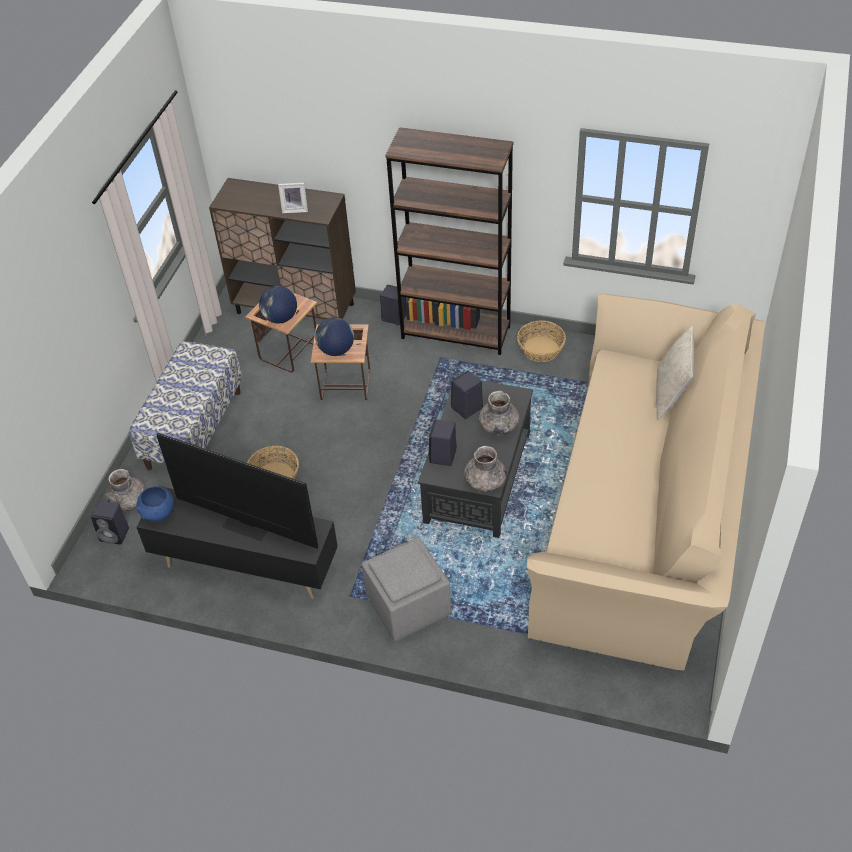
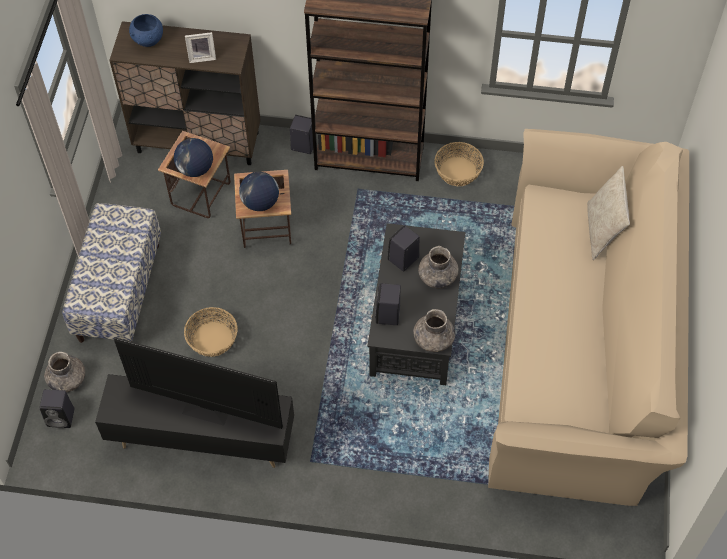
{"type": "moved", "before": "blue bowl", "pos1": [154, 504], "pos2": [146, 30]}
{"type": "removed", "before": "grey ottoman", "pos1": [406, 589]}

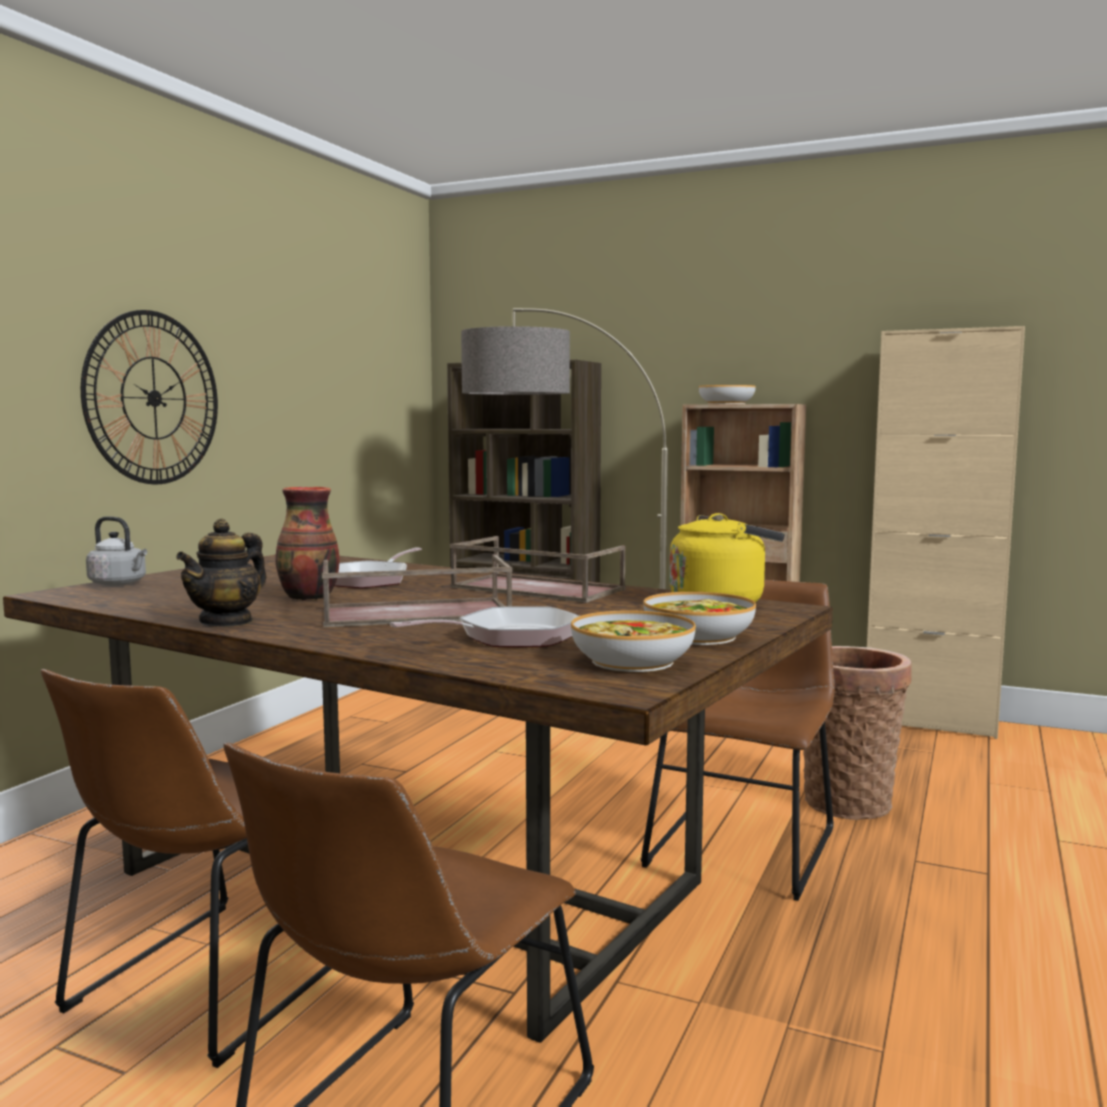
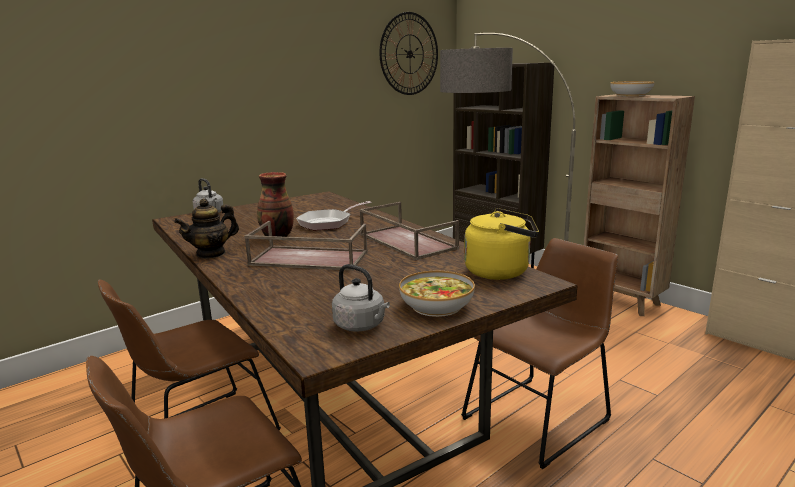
{"type": "moved", "before": "wall clock", "pos1": [149, 397], "pos2": [409, 53]}
{"type": "removed", "before": "frying pan", "pos1": [484, 626]}
{"type": "replaced", "before": "bowl", "after": "grey kettle", "pos1": [633, 641], "pos2": [361, 298]}
{"type": "removed", "before": "basket", "pos1": [857, 733]}

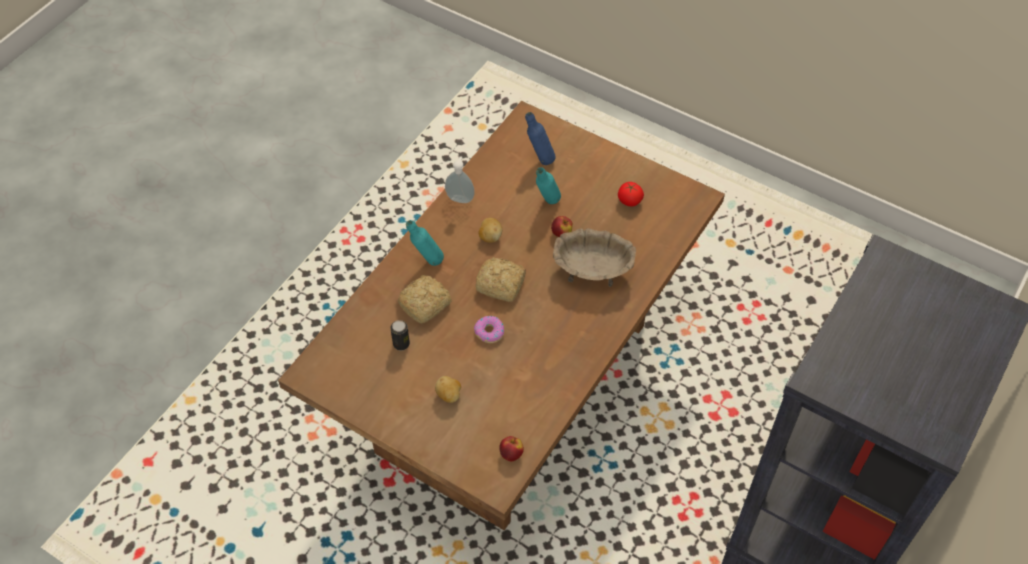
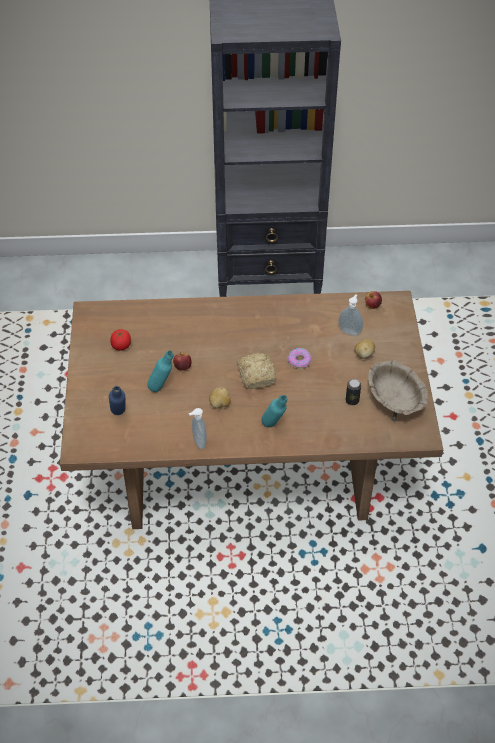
{"type": "removed", "before": "bread", "pos1": [424, 299]}
{"type": "moved", "before": "beige bowl", "pos1": [594, 257], "pos2": [398, 391]}
{"type": "added", "after": "soap dispenser", "pos2": [350, 315]}

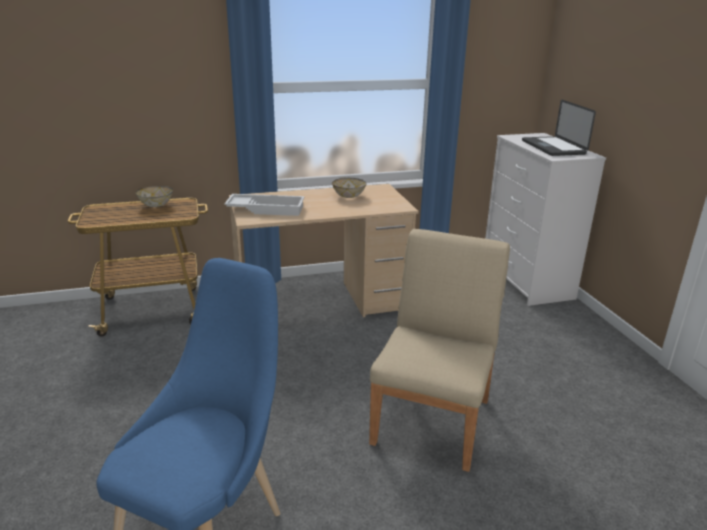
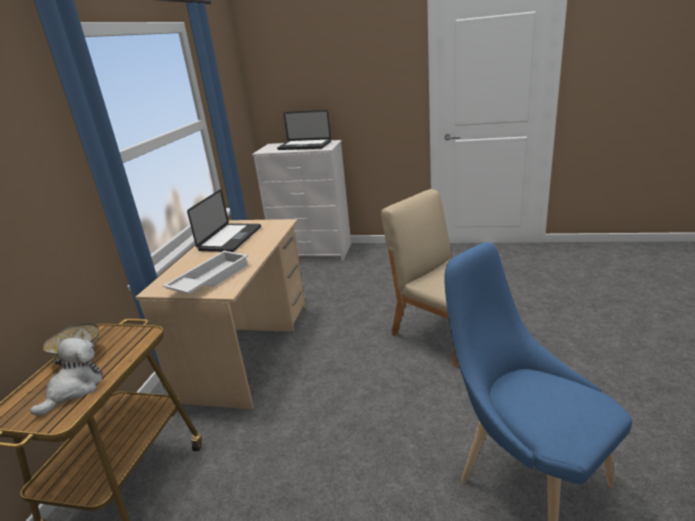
{"type": "replaced", "before": "bowl", "after": "laptop", "pos1": [349, 188], "pos2": [224, 220]}
{"type": "added", "after": "plush toy", "pos2": [66, 377]}

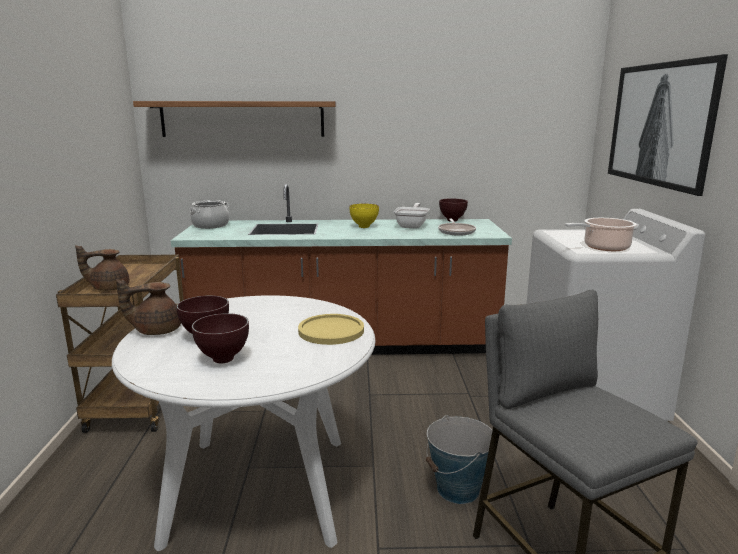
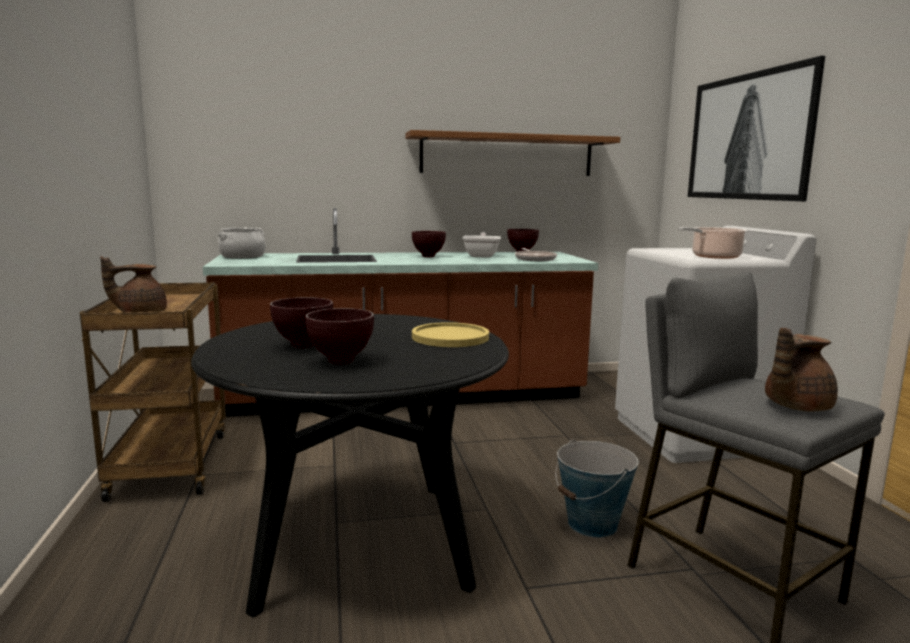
{"type": "recoloured", "before": "white dining table", "after": "black dining table", "pos1": [244, 423], "pos2": [350, 465]}
{"type": "moved", "before": "brown teapot", "pos1": [148, 307], "pos2": [801, 370]}
{"type": "moved", "before": "shelf", "pos1": [234, 119], "pos2": [512, 153]}
{"type": "recoloured", "before": "yellow bowl", "after": "brown bowl", "pos1": [364, 216], "pos2": [429, 244]}

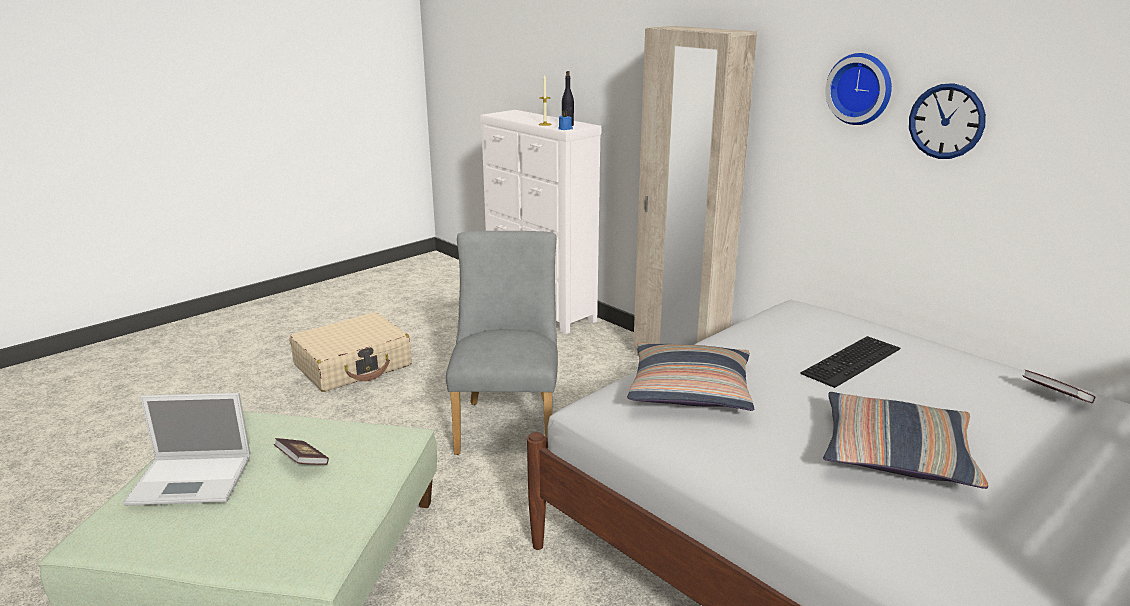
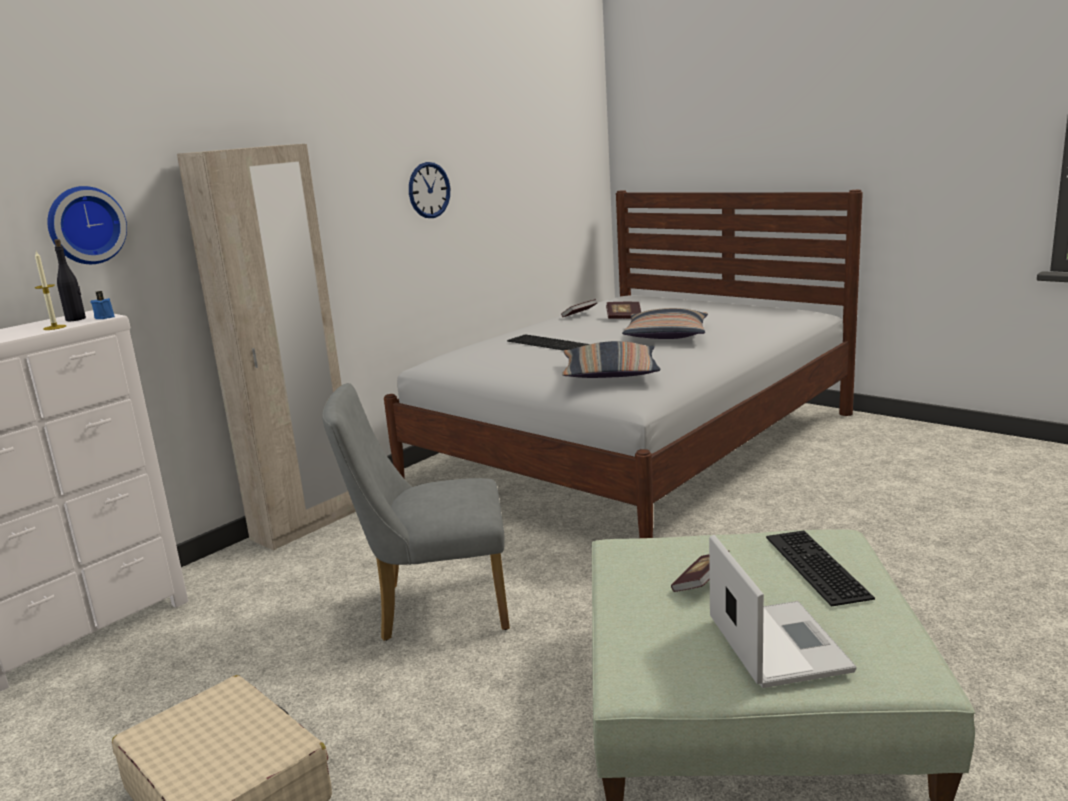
{"type": "moved", "before": "wall clock", "pos1": [858, 89], "pos2": [87, 225]}
{"type": "added", "after": "book", "pos2": [623, 310]}
{"type": "added", "after": "keyboard", "pos2": [820, 568]}

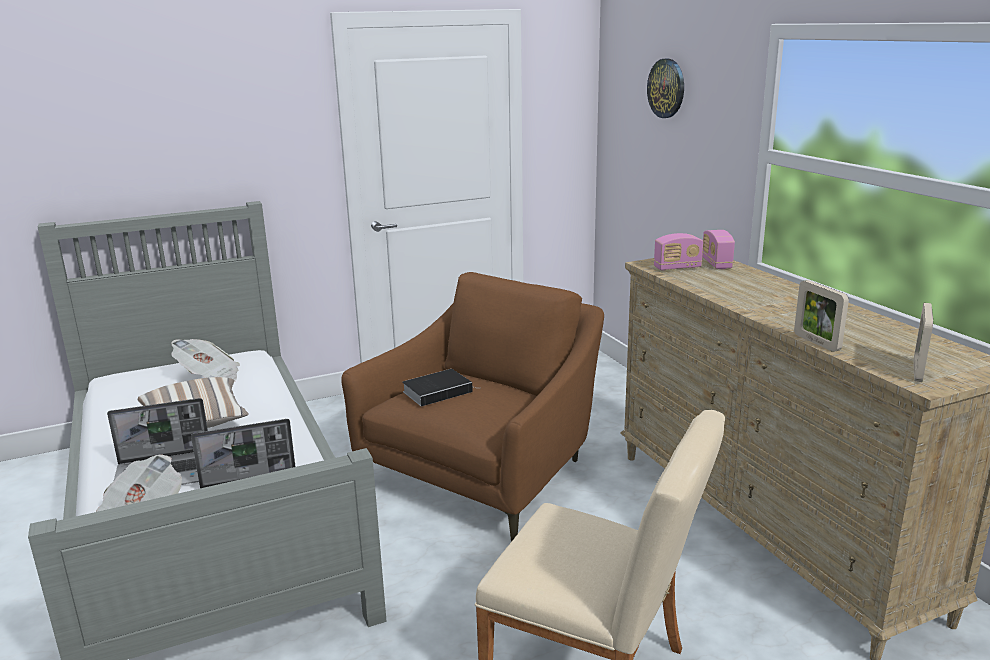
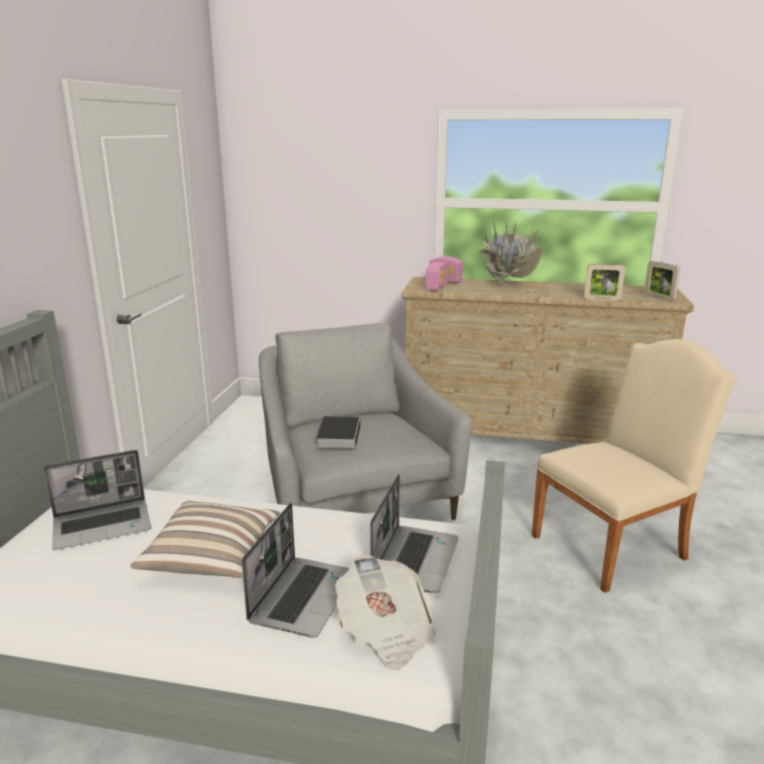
{"type": "replaced", "before": "newspaper", "after": "laptop", "pos1": [205, 360], "pos2": [97, 500]}
{"type": "recoloured", "before": "brown armchair", "after": "grey armchair", "pos1": [472, 407], "pos2": [365, 421]}
{"type": "removed", "before": "wall clock", "pos1": [665, 88]}
{"type": "added", "after": "potted plant", "pos2": [507, 252]}

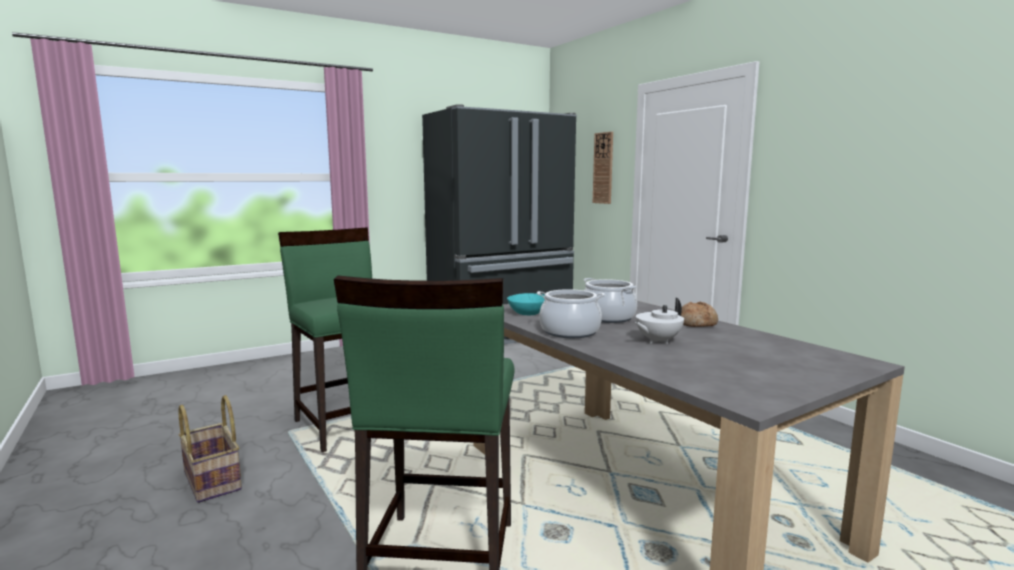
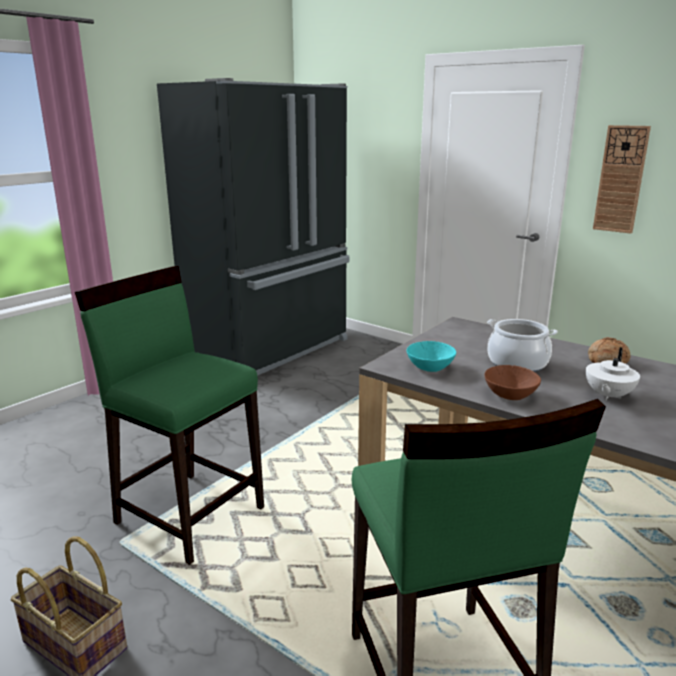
{"type": "replaced", "before": "cooking pot", "after": "brown bowl", "pos1": [571, 313], "pos2": [513, 382]}
{"type": "moved", "before": "wall clock", "pos1": [603, 168], "pos2": [622, 179]}

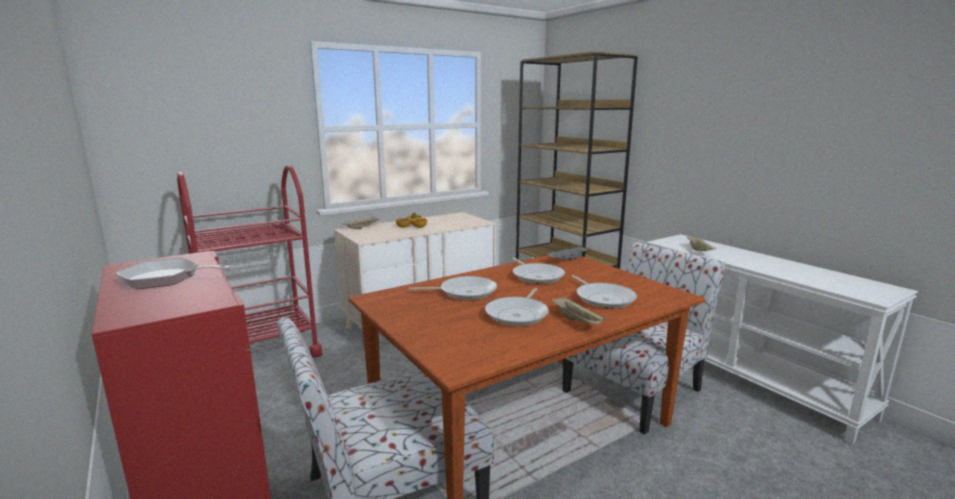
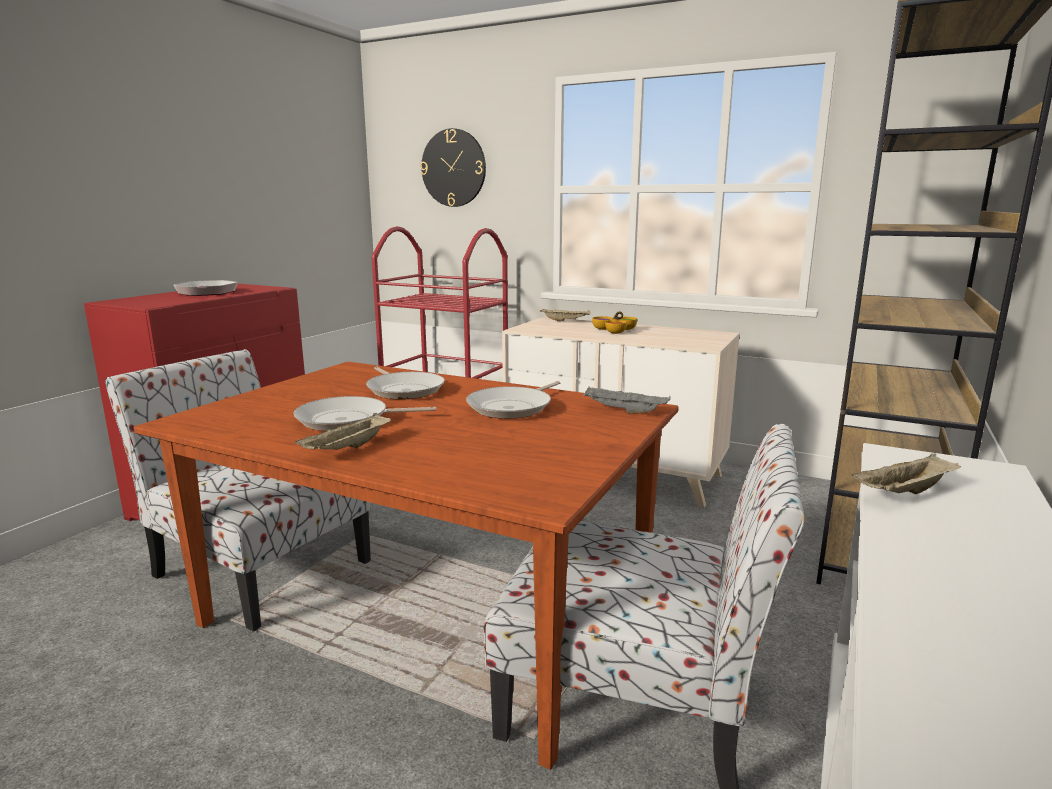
{"type": "removed", "before": "frying pan", "pos1": [604, 292]}
{"type": "added", "after": "wall clock", "pos2": [453, 167]}

